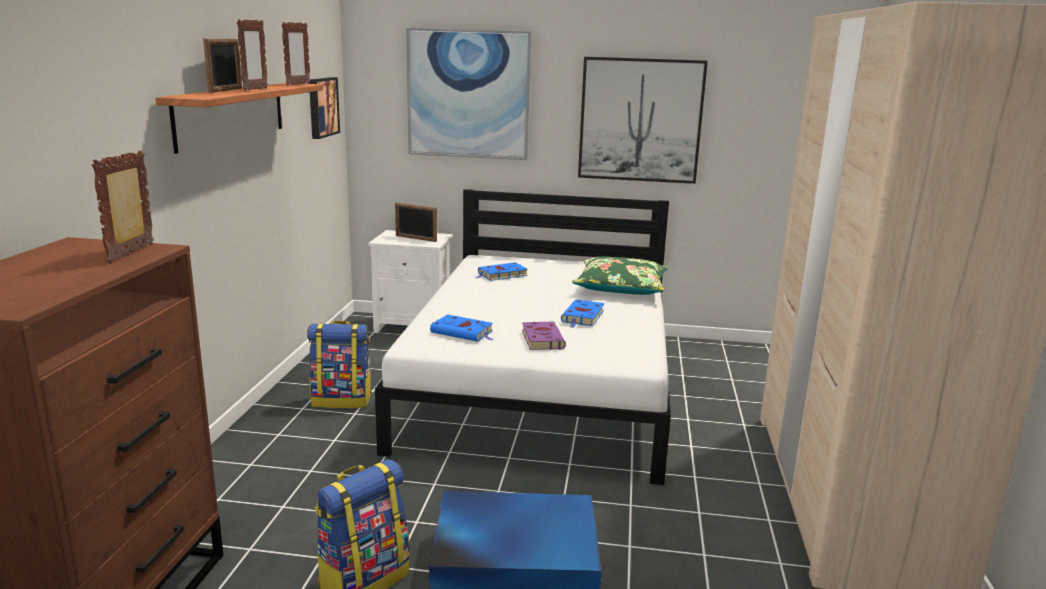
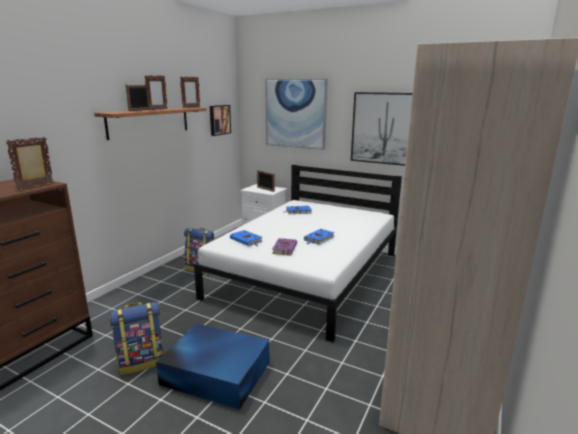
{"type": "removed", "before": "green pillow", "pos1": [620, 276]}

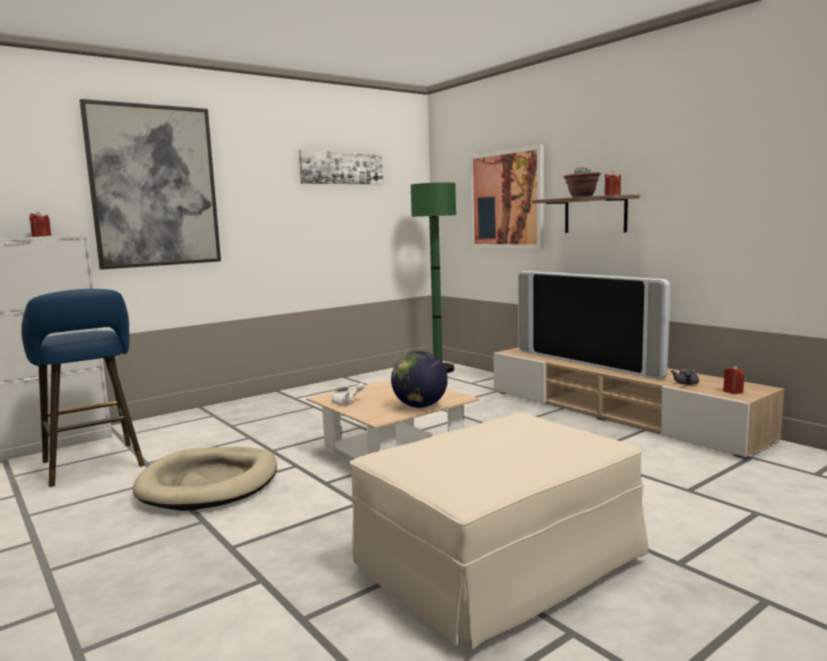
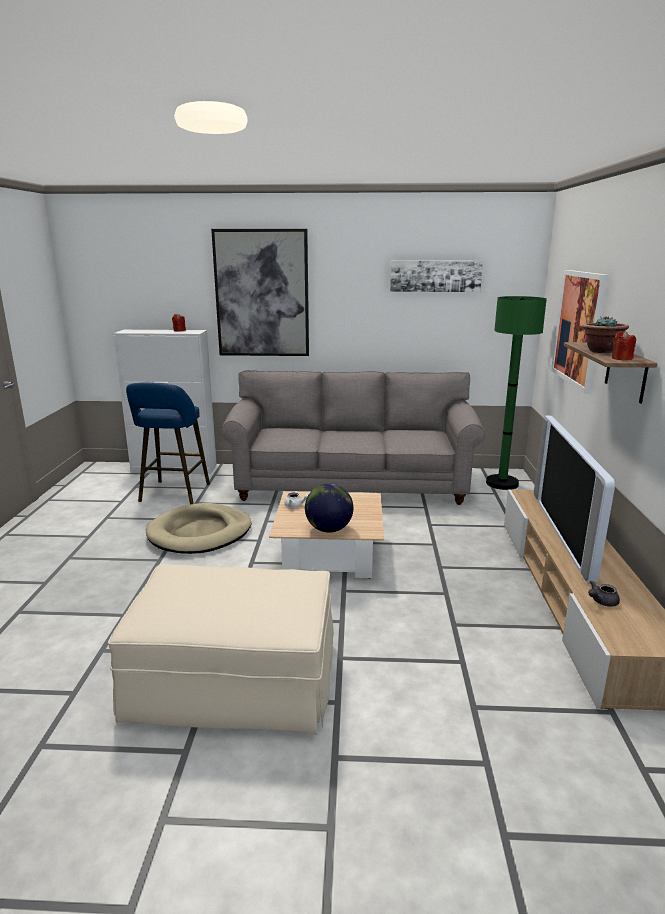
{"type": "removed", "before": "red candle", "pos1": [734, 379]}
{"type": "added", "after": "grey sofa", "pos2": [353, 437]}

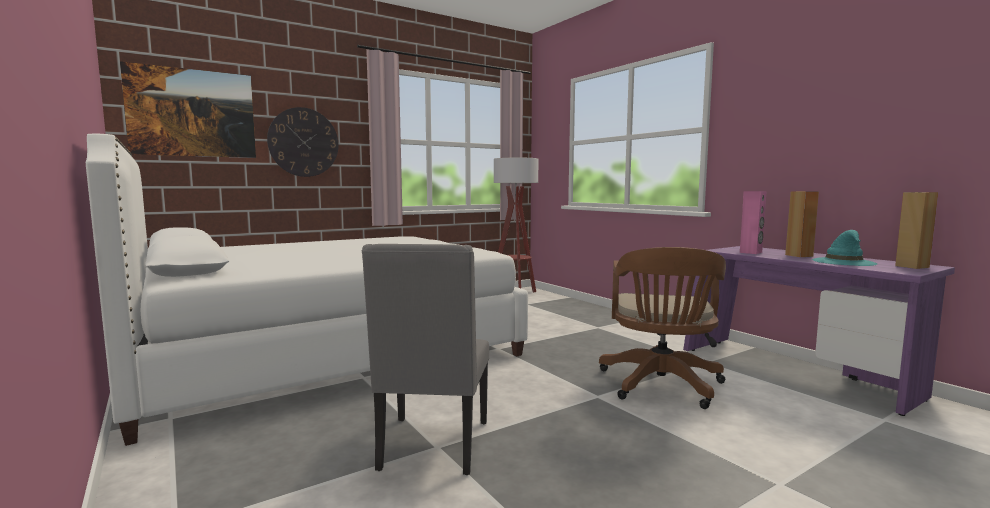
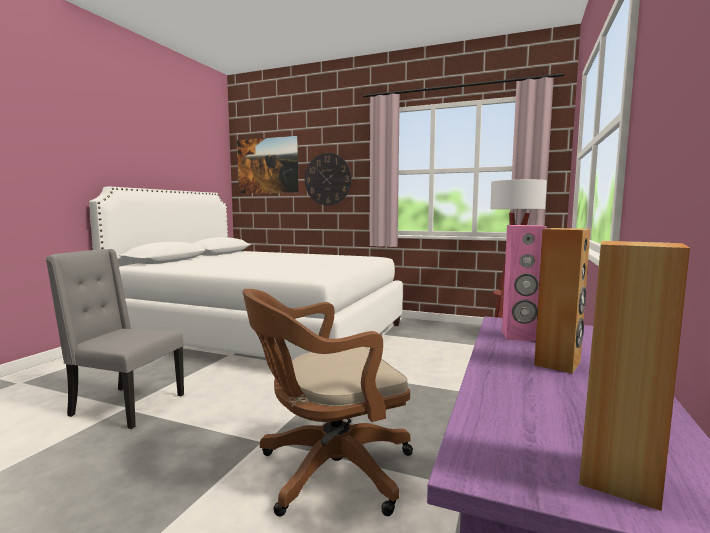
{"type": "turned", "before": "grey chair", "pos1": [425, 359], "pos2": [115, 339], "turn": 45}
{"type": "removed", "before": "turquoise hat", "pos1": [844, 248]}

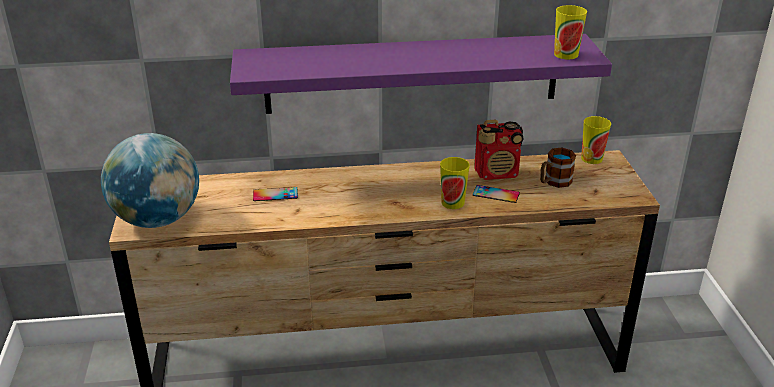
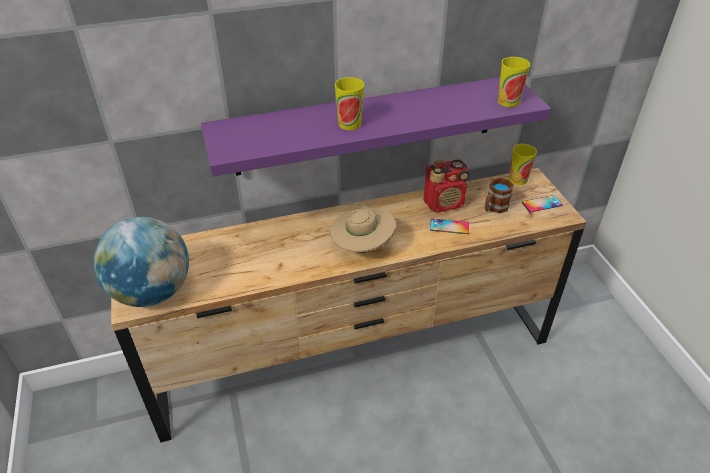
{"type": "moved", "before": "phone", "pos1": [275, 194], "pos2": [542, 203]}
{"type": "moved", "before": "cup", "pos1": [455, 183], "pos2": [349, 103]}
{"type": "added", "after": "beige hat", "pos2": [363, 227]}

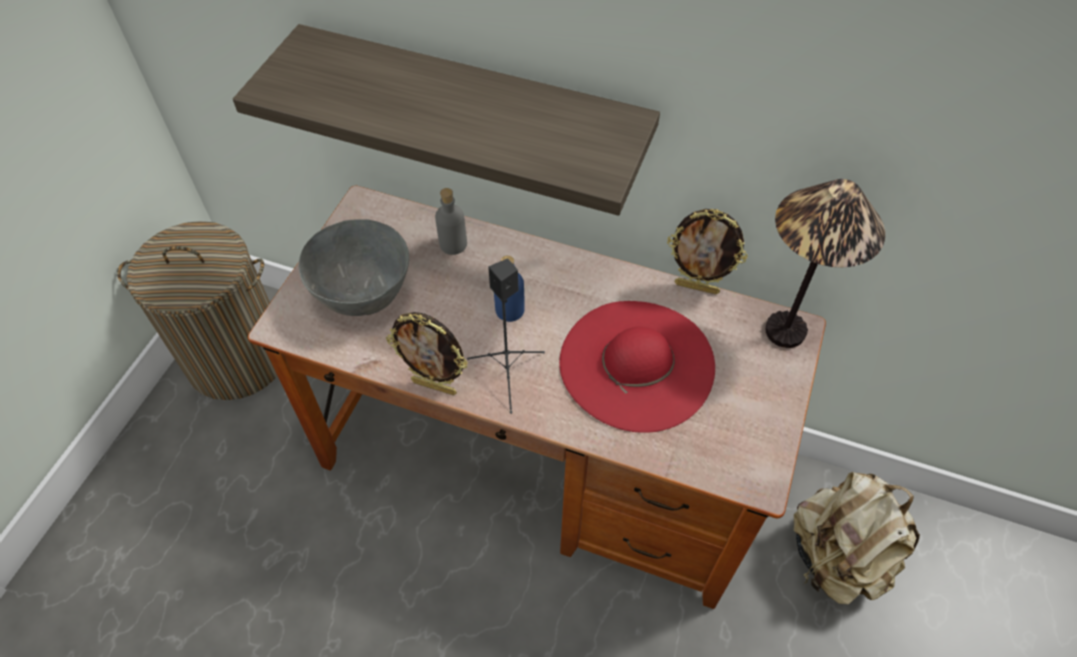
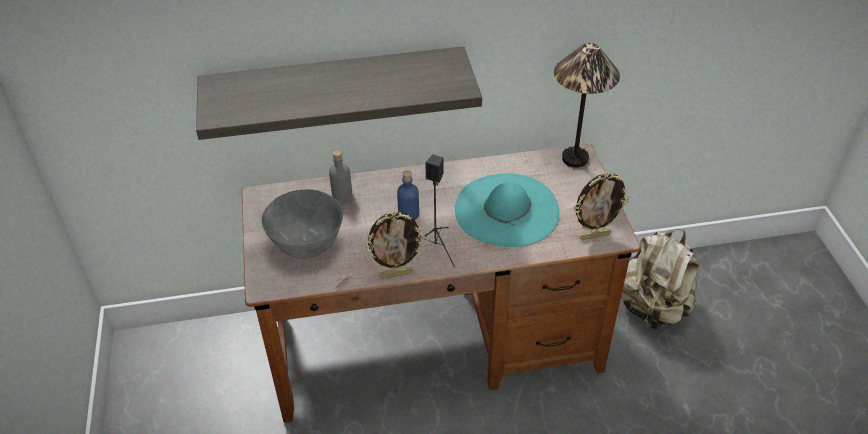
{"type": "removed", "before": "laundry basket", "pos1": [197, 310]}
{"type": "recoloured", "before": "red hat", "after": "turquoise hat", "pos1": [637, 367], "pos2": [507, 210]}
{"type": "moved", "before": "picture frame", "pos1": [707, 251], "pos2": [601, 206]}

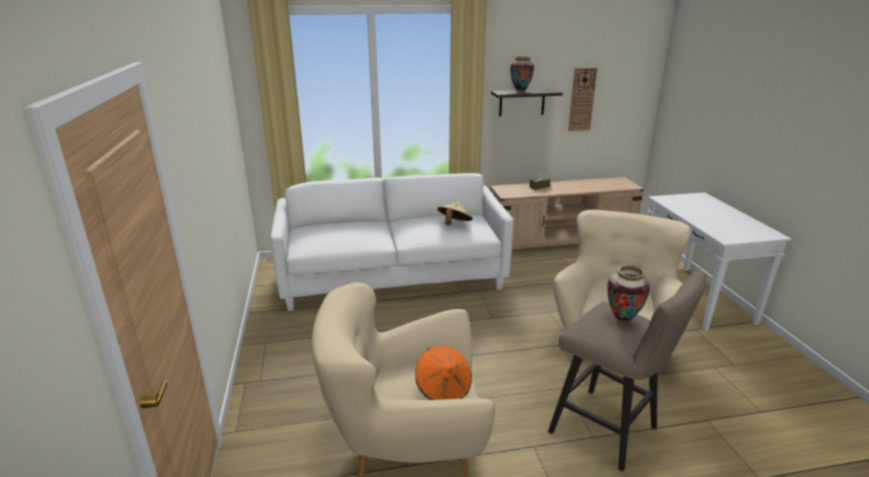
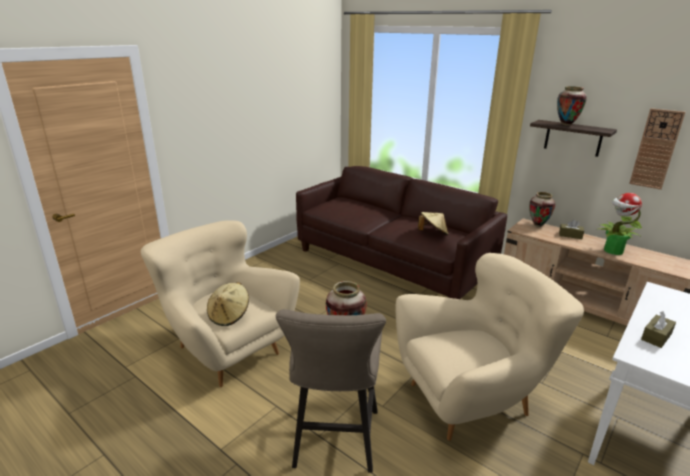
{"type": "recoloured", "before": "white sofa", "after": "brown sofa", "pos1": [392, 242], "pos2": [401, 232]}
{"type": "recoloured", "before": "orange hat", "after": "beige hat", "pos1": [443, 373], "pos2": [228, 304]}
{"type": "added", "after": "vase", "pos2": [542, 209]}
{"type": "added", "after": "potted plant", "pos2": [619, 224]}
{"type": "added", "after": "brown tissue box", "pos2": [658, 329]}

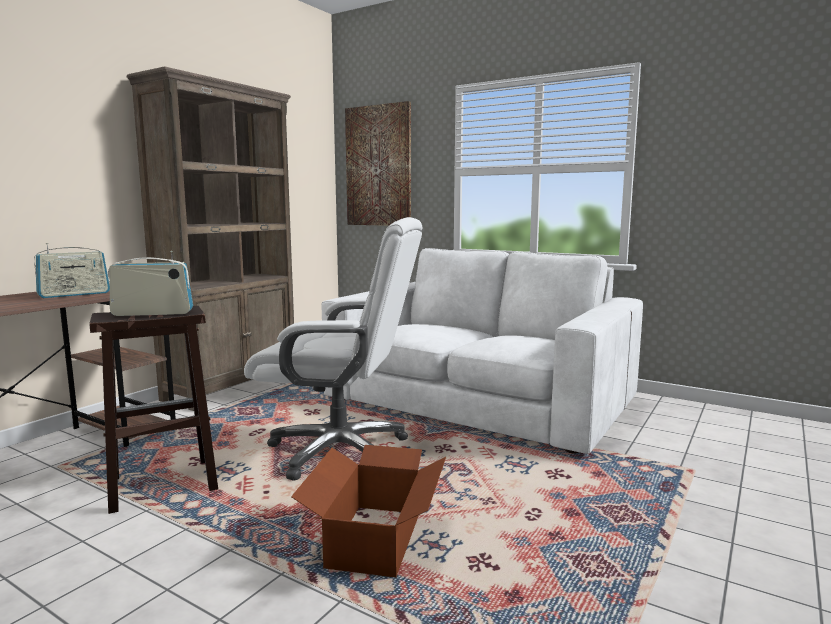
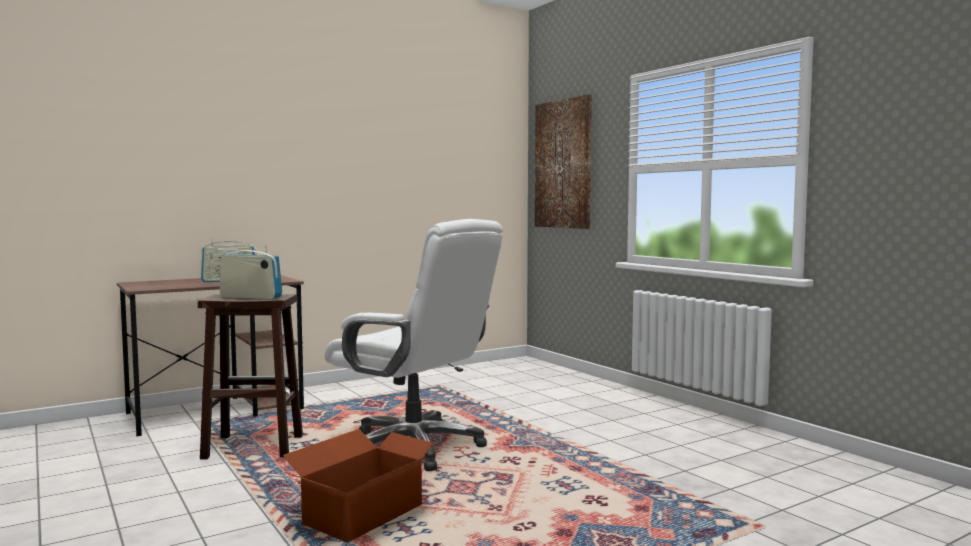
{"type": "removed", "before": "brown bookcase", "pos1": [210, 238]}
{"type": "removed", "before": "white sofa", "pos1": [482, 351]}

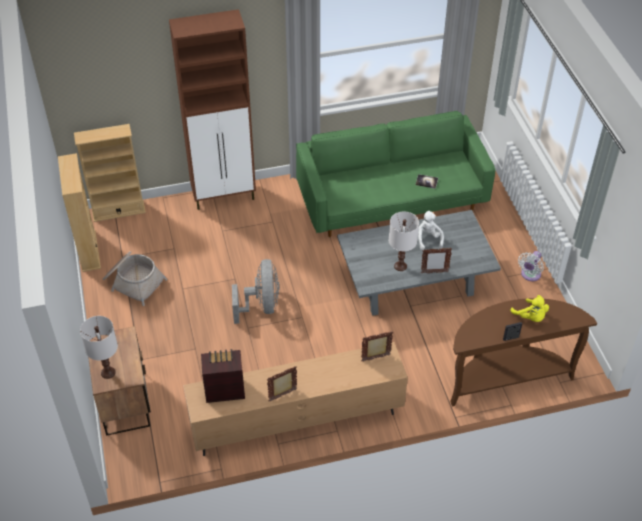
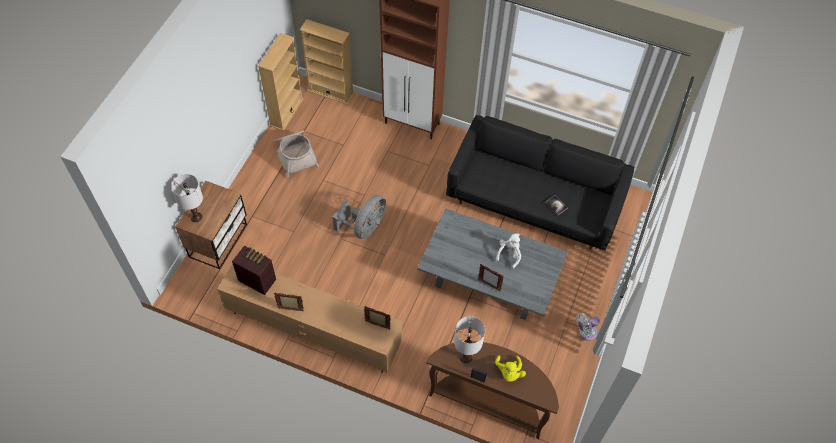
{"type": "recoloured", "before": "green sofa", "after": "black sofa", "pos1": [396, 174], "pos2": [540, 183]}
{"type": "moved", "before": "white table lamp", "pos1": [404, 241], "pos2": [469, 339]}

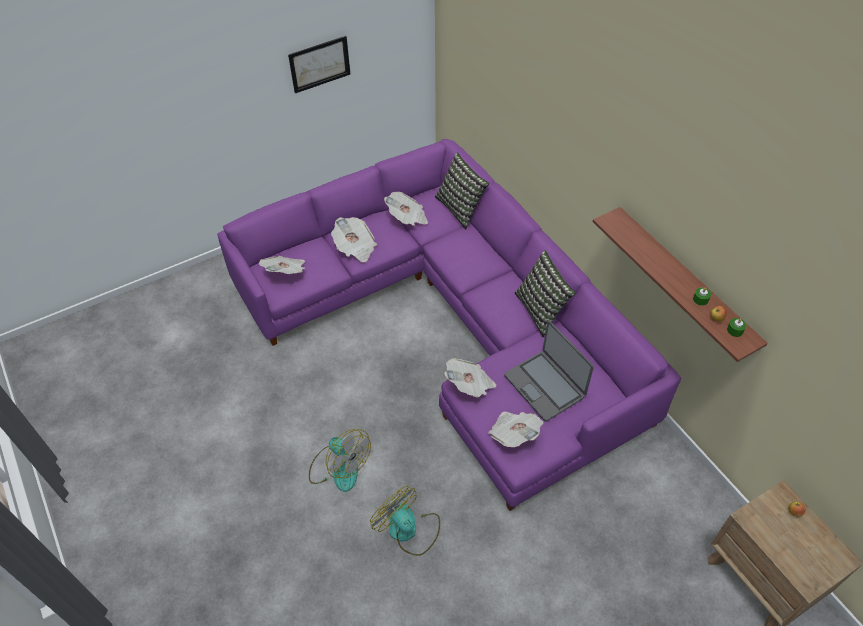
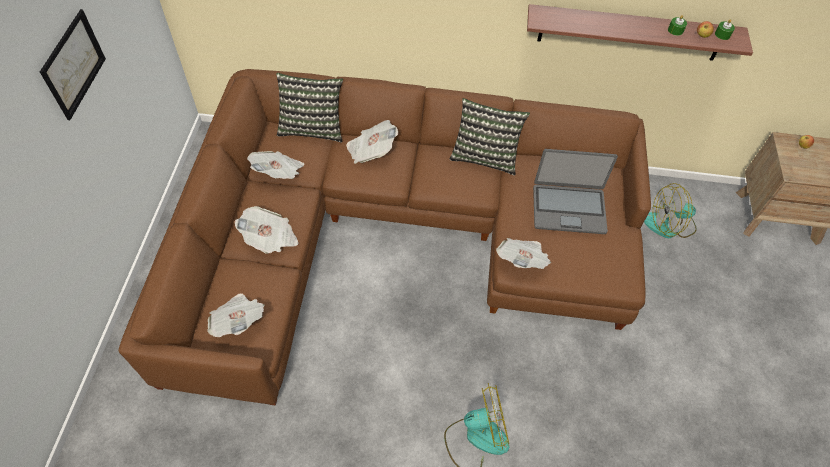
{"type": "recoloured", "before": "purple sofa", "after": "brown sofa", "pos1": [449, 325], "pos2": [384, 237]}
{"type": "moved", "before": "fan", "pos1": [405, 521], "pos2": [670, 211]}
{"type": "moved", "before": "newspaper", "pos1": [515, 429], "pos2": [372, 142]}

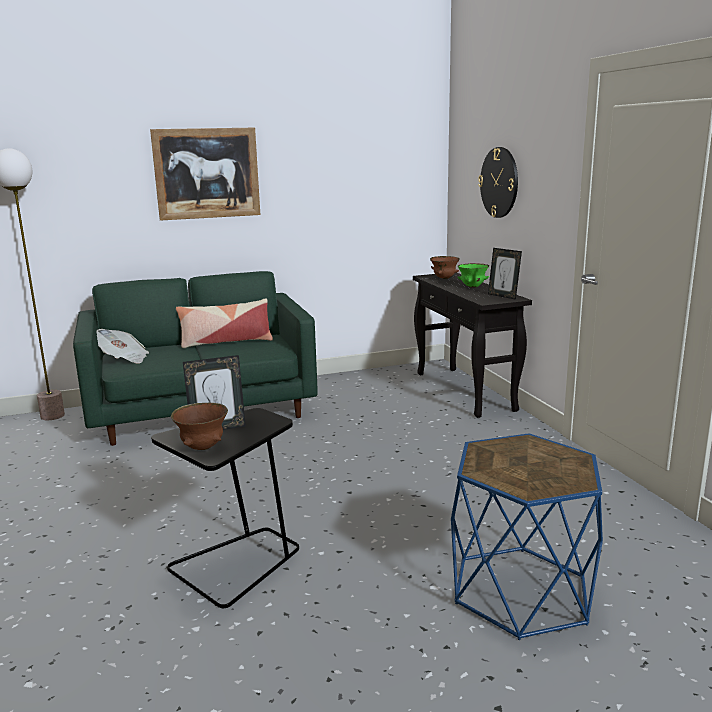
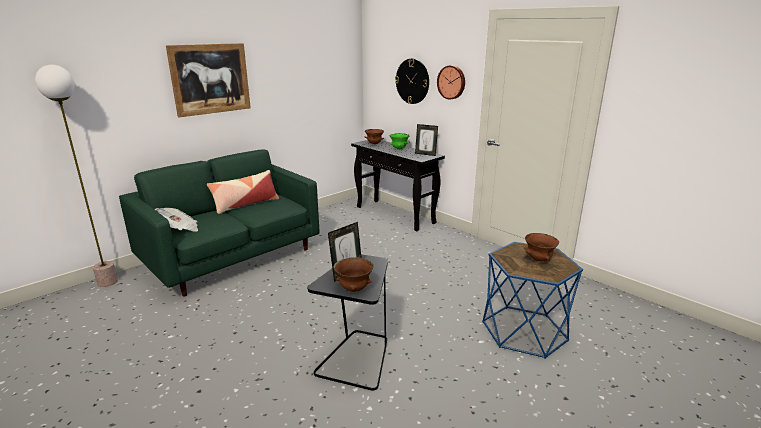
{"type": "added", "after": "wall clock", "pos2": [451, 82]}
{"type": "added", "after": "brown bowl", "pos2": [542, 247]}

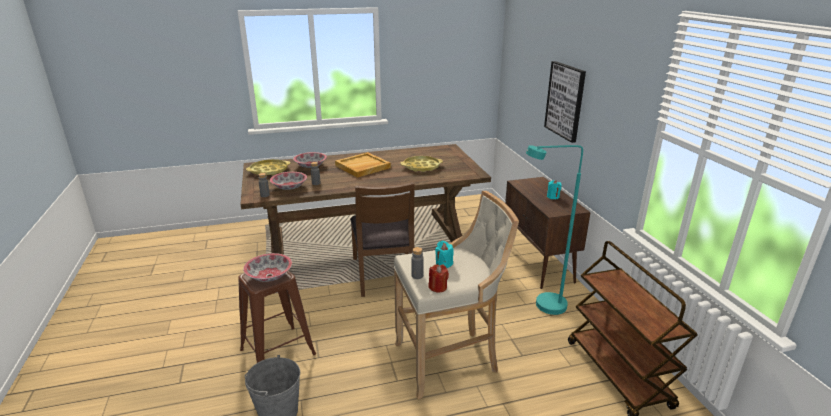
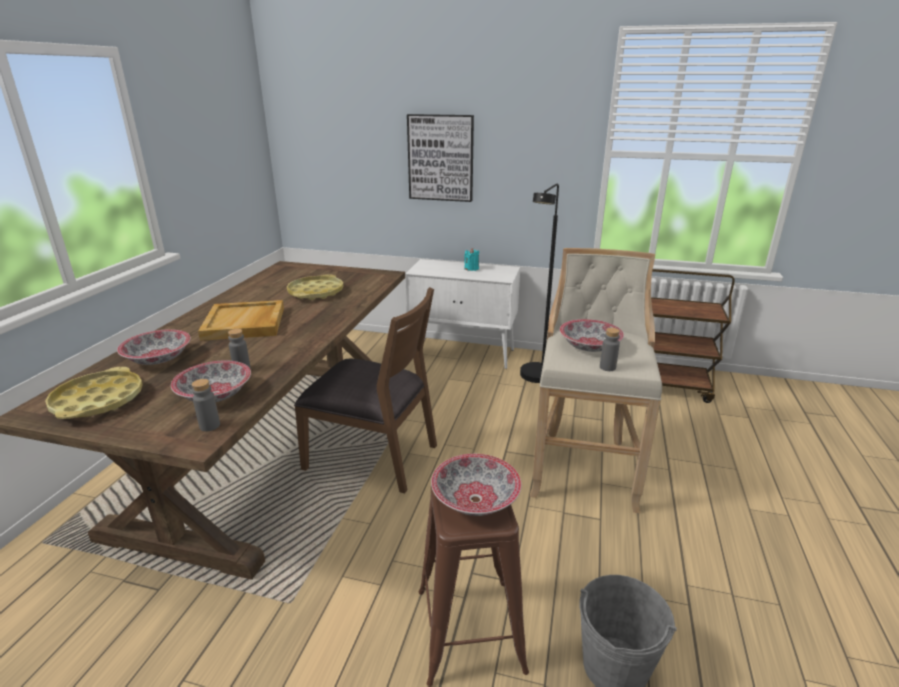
{"type": "removed", "before": "red candle", "pos1": [439, 278]}
{"type": "replaced", "before": "turquoise candle", "after": "bowl", "pos1": [444, 254], "pos2": [592, 335]}
{"type": "recoloured", "before": "brown cabinet", "after": "white cabinet", "pos1": [548, 233], "pos2": [462, 314]}
{"type": "recoloured", "before": "turquoise floor lamp", "after": "black floor lamp", "pos1": [554, 230], "pos2": [539, 283]}

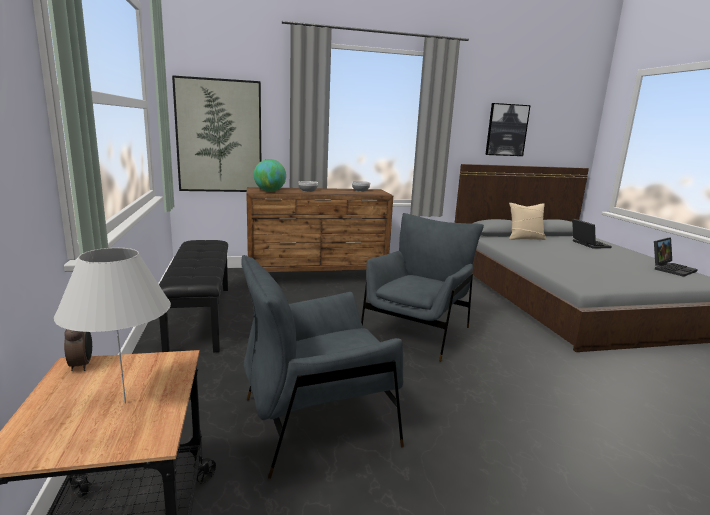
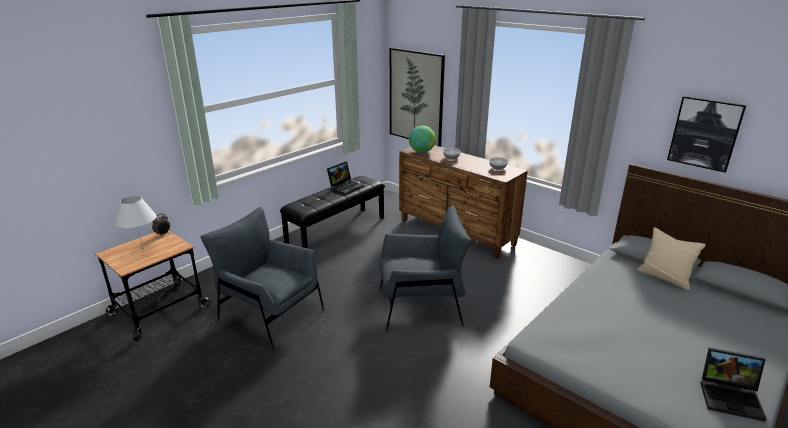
{"type": "moved", "before": "laptop", "pos1": [592, 234], "pos2": [345, 178]}

